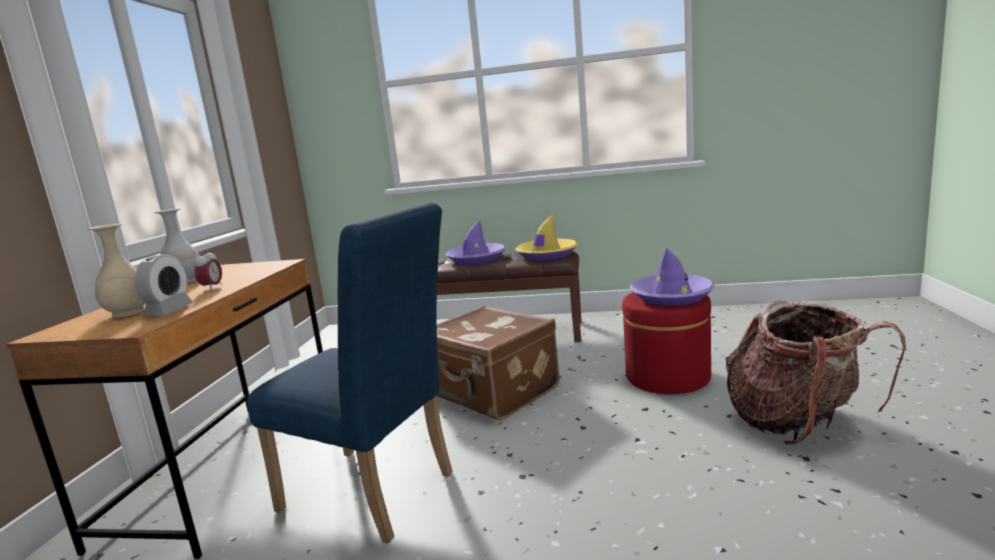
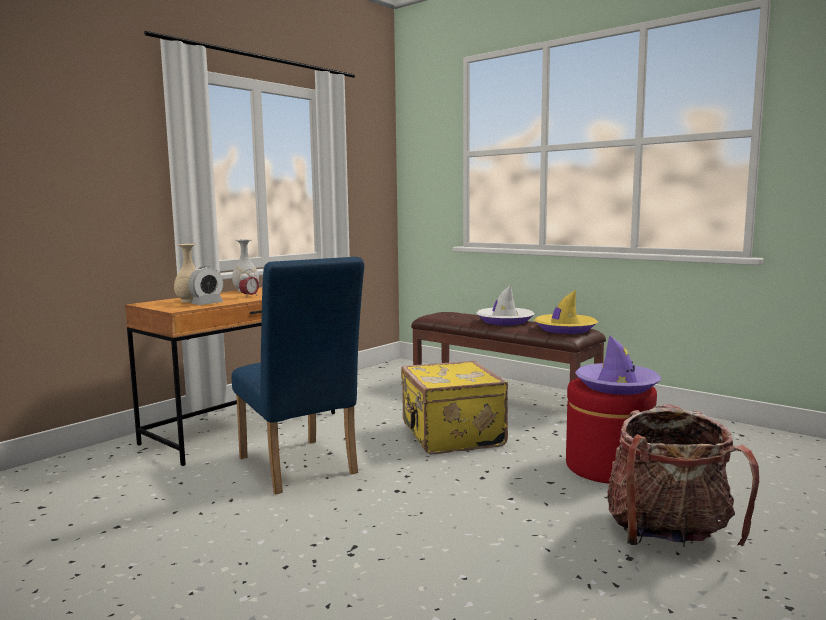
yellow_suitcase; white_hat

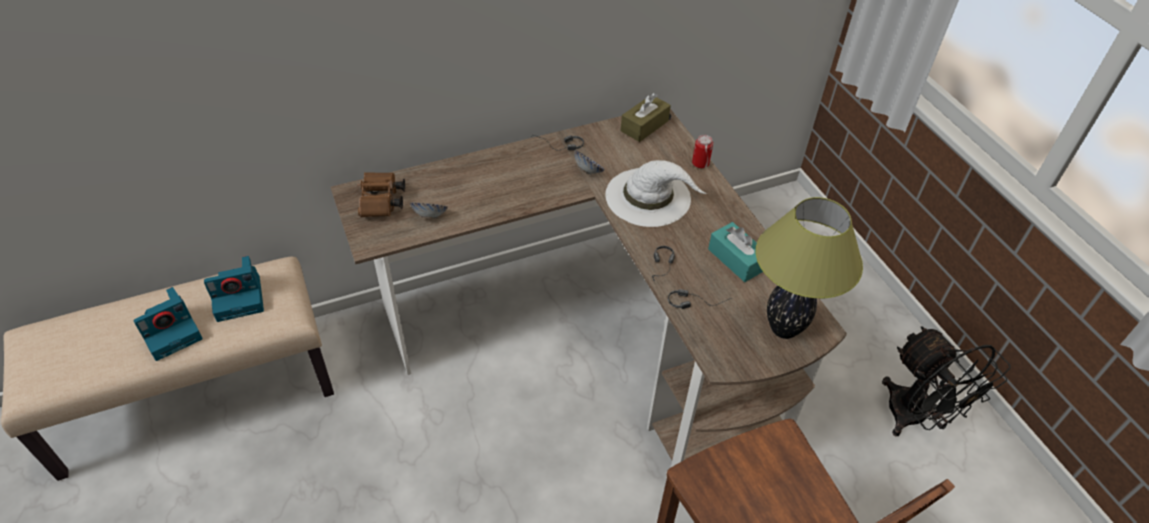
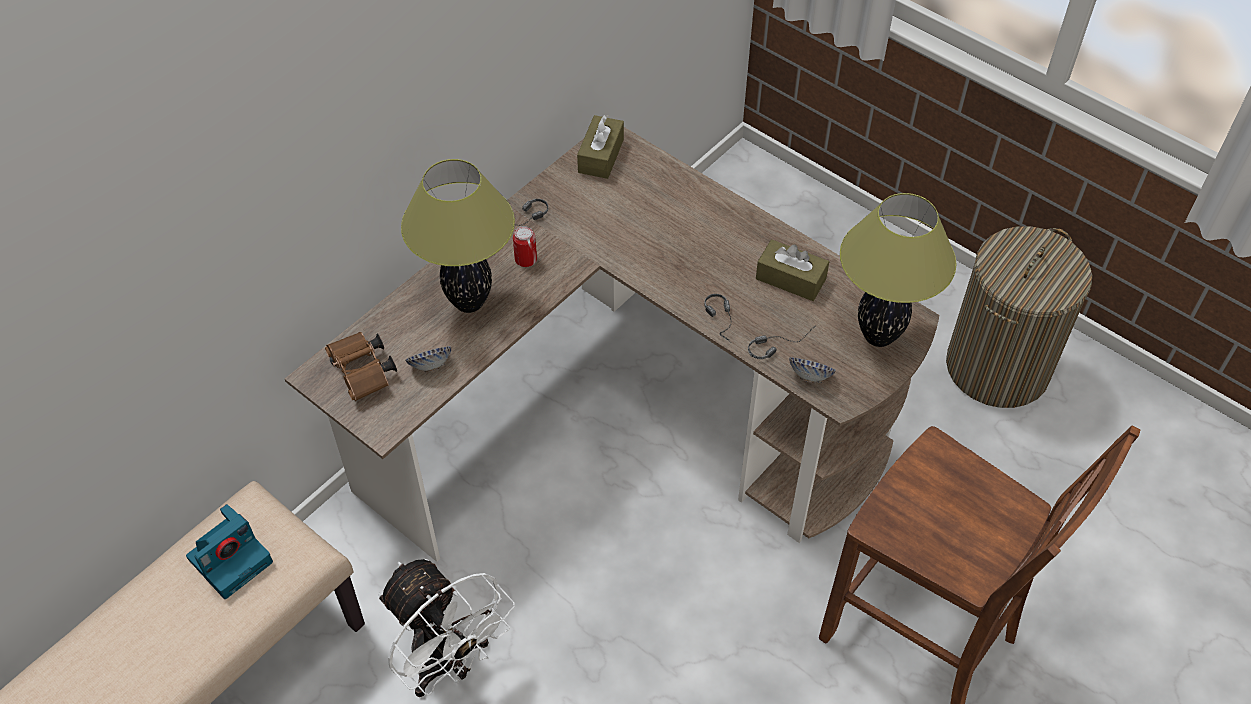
photo_camera (1st from left in the first image); bowl (2nd from left); white_hat; can; brown_tissue_box (2nd from left); laundry_basket; white_fan; table_lamp (1st from left)

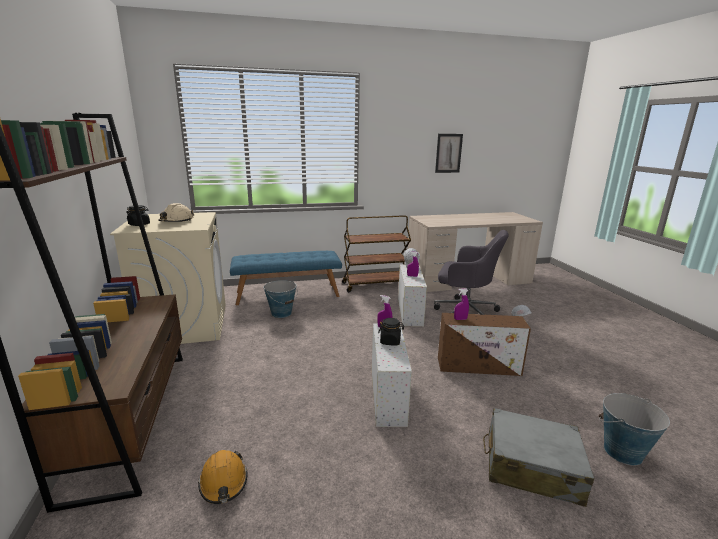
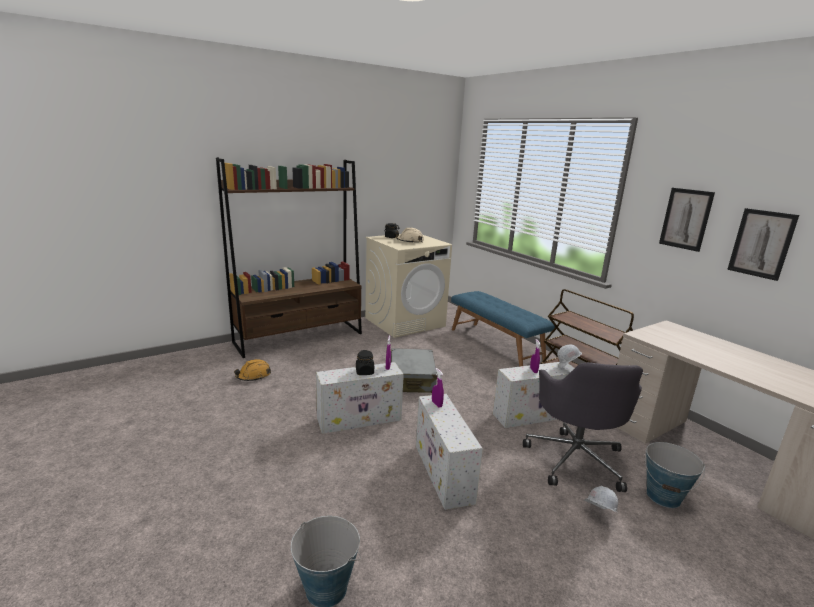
bucket (2nd from left); white_storage_box (2nd from left); grey_suitcase; picture (1st from left)

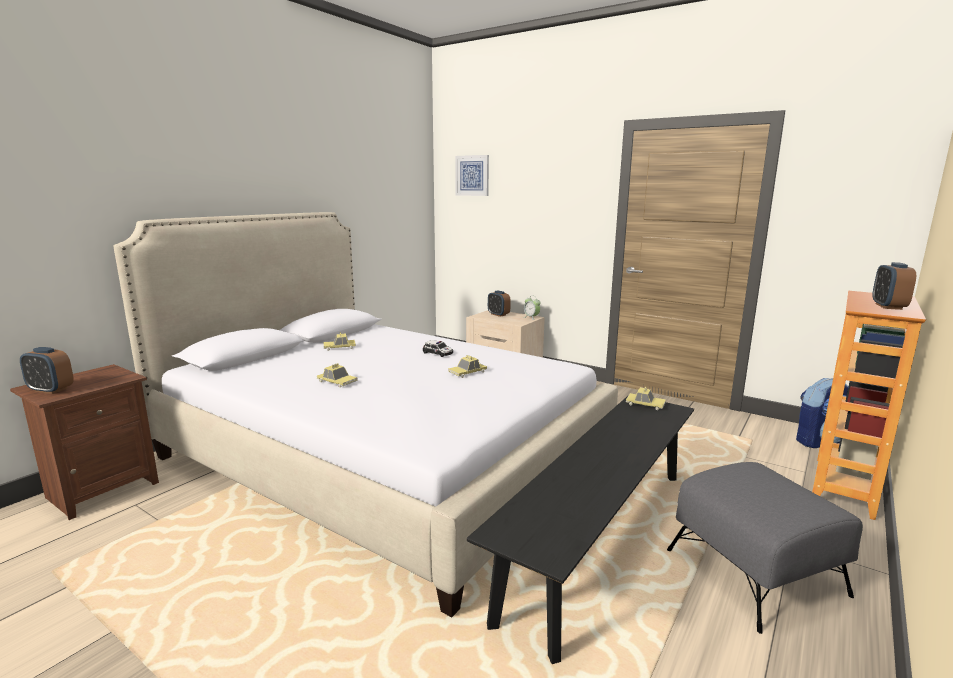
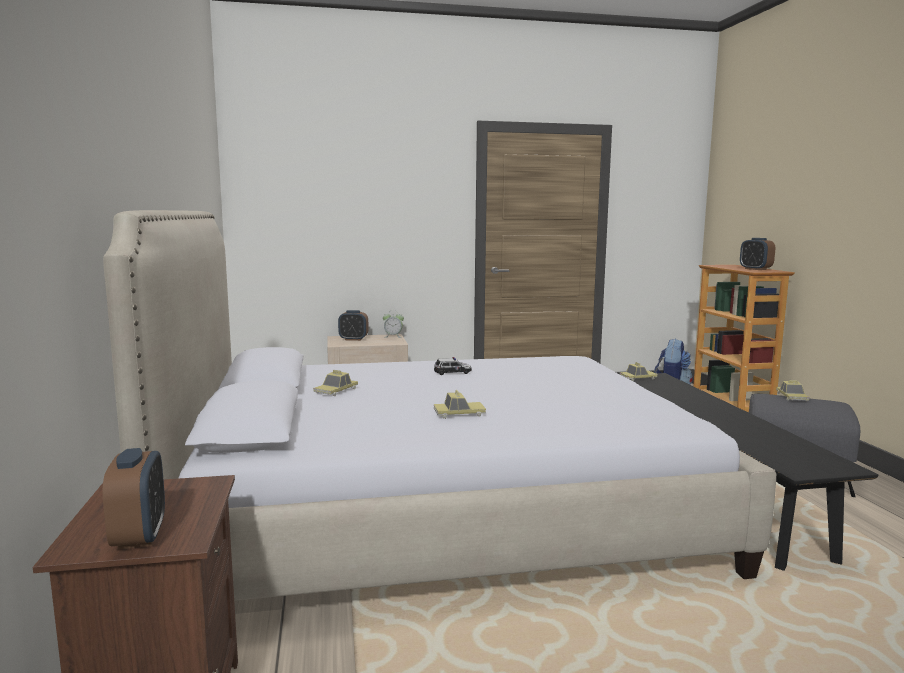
alarm_clock (1st from left); toy_car (5th from left); picture

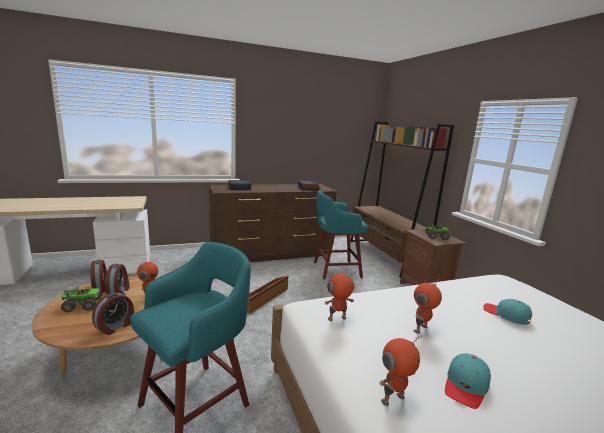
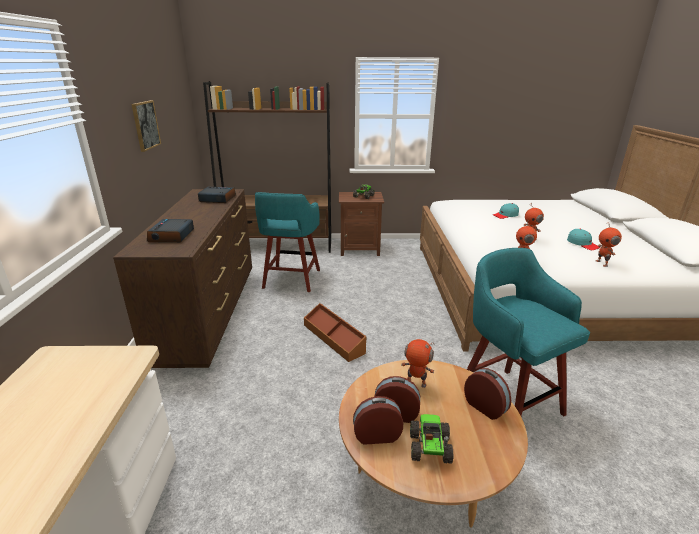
picture

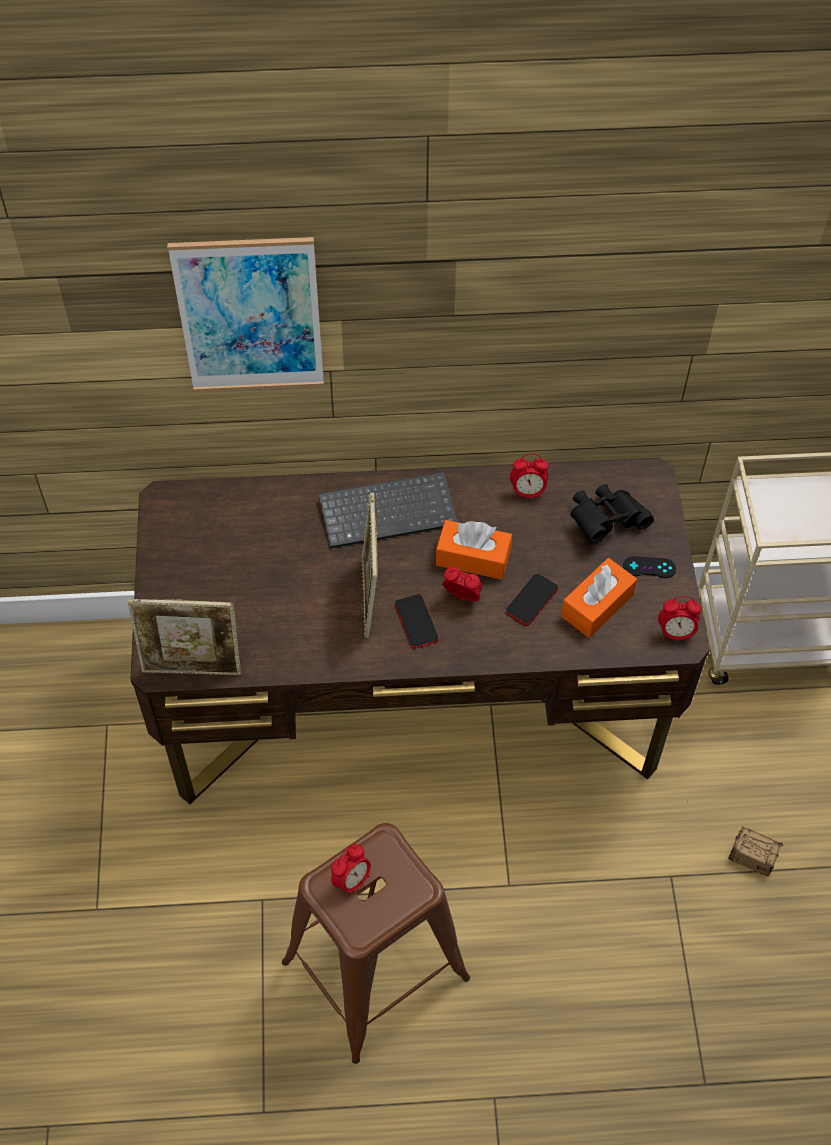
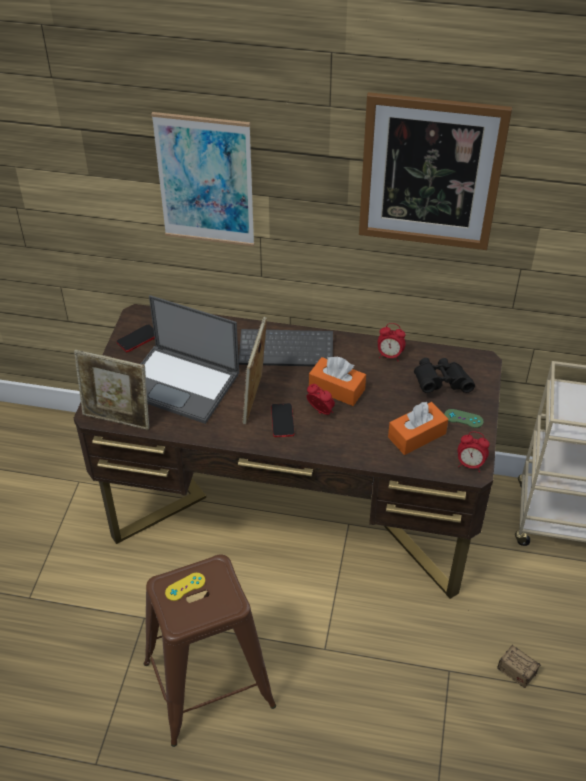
yellow_game_controller; phone (1st from left); green_game_controller; laptop; picture (2nd from left)

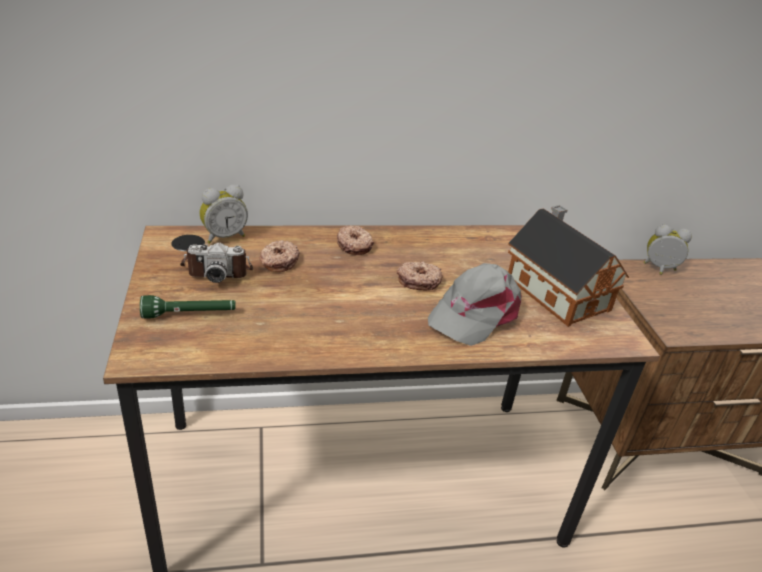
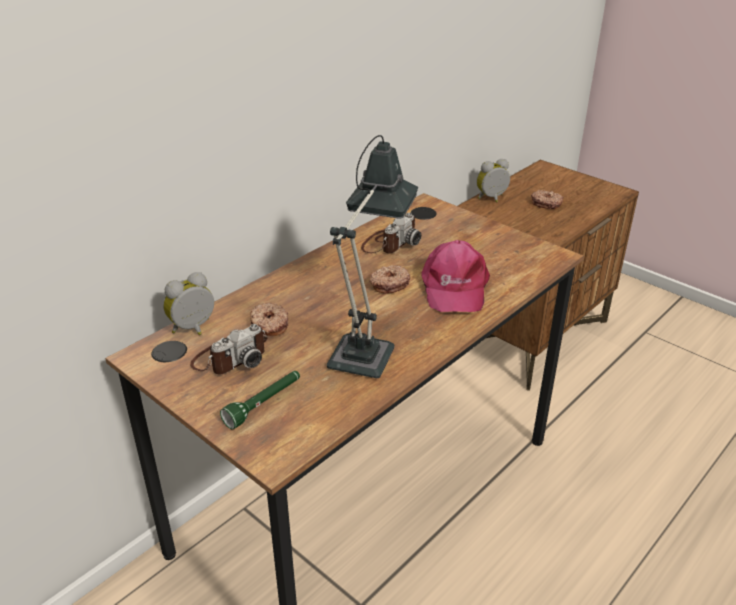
alarm_clock (1st from left); donut (3rd from left); pink_cap; toy_house; table_lamp; photo_camera (2nd from left)

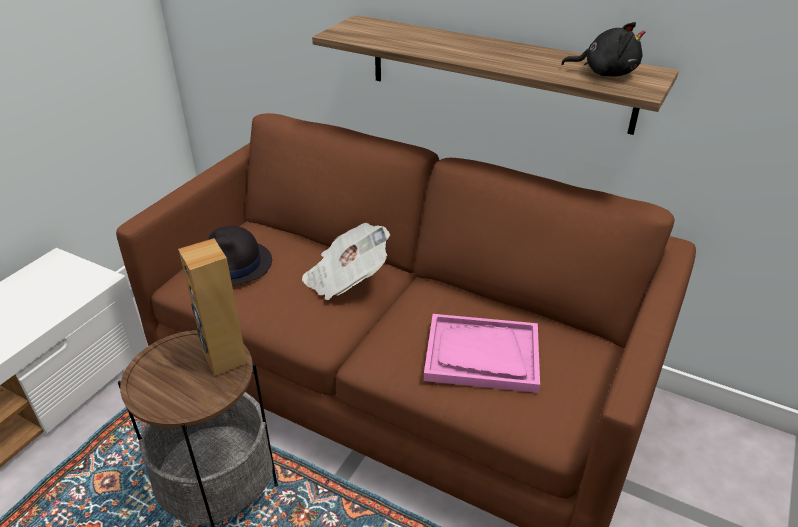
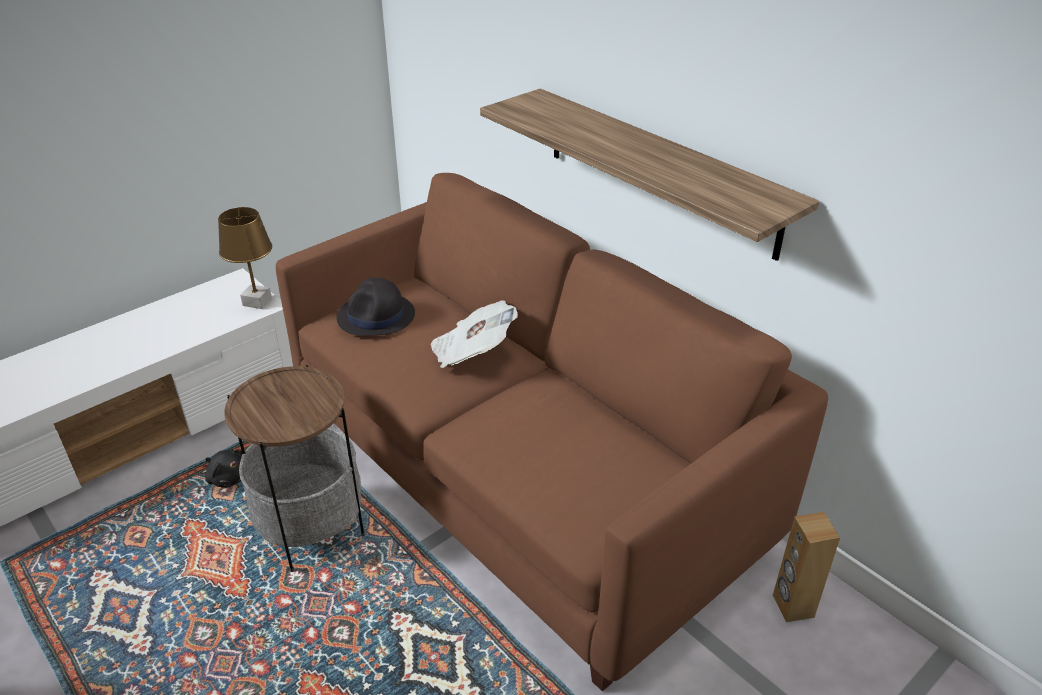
brown_speaker; pink_tray; black_plush_toy; brown_table_lamp

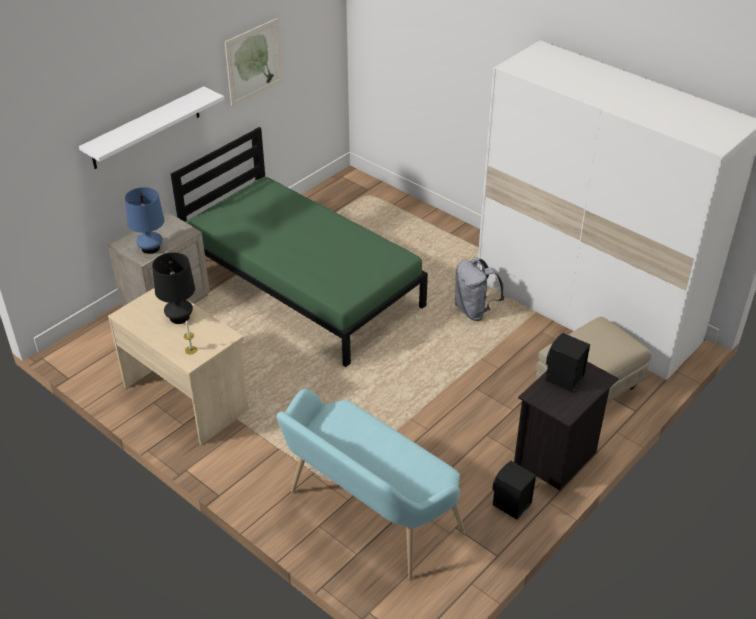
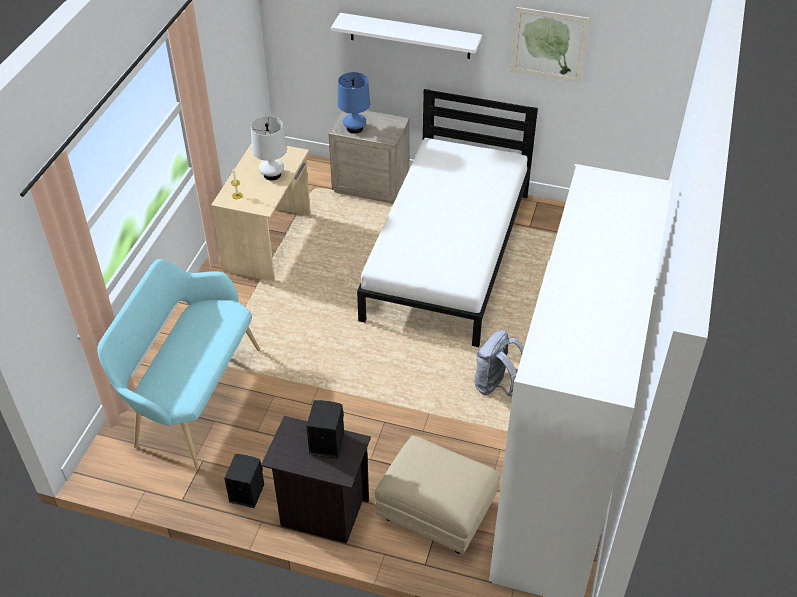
white_table_lamp; white_bed

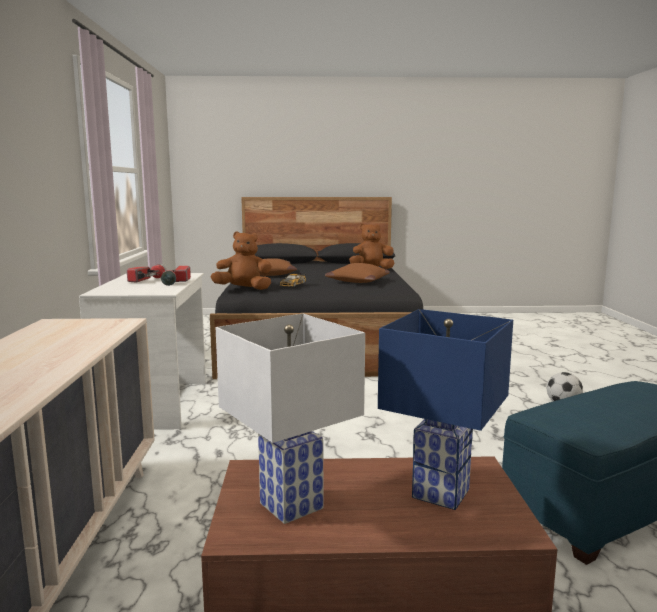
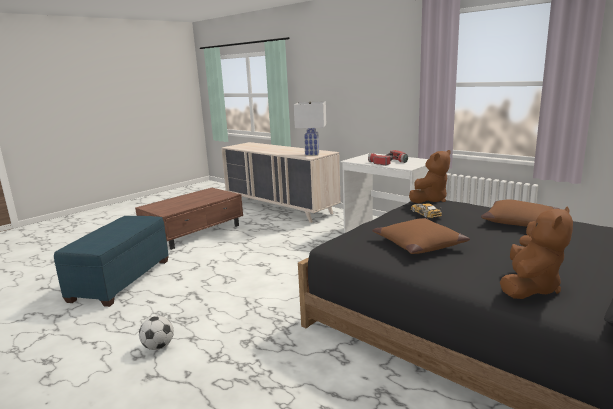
white_table_lamp; blue_table_lamp

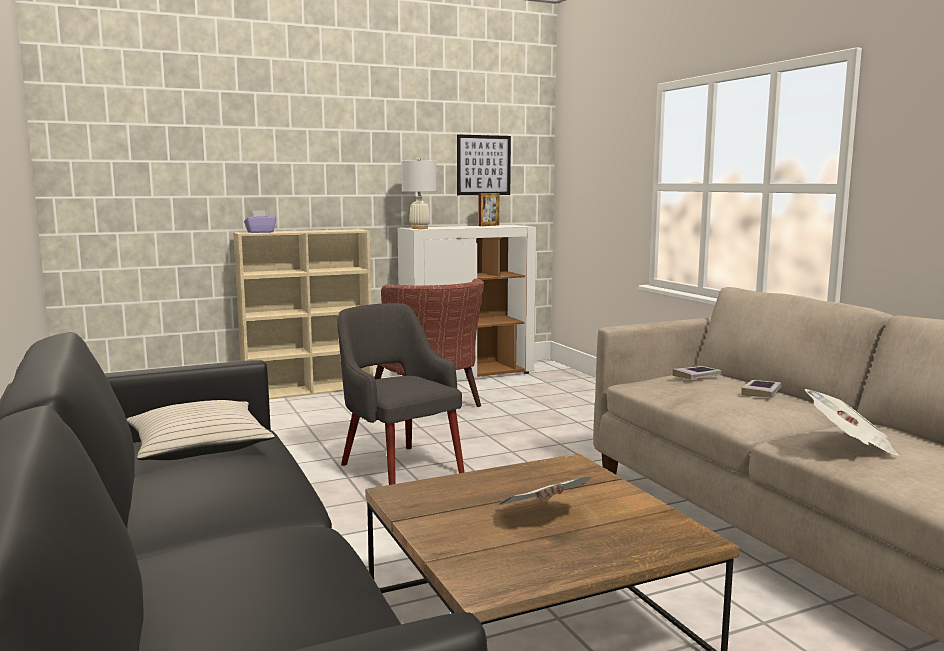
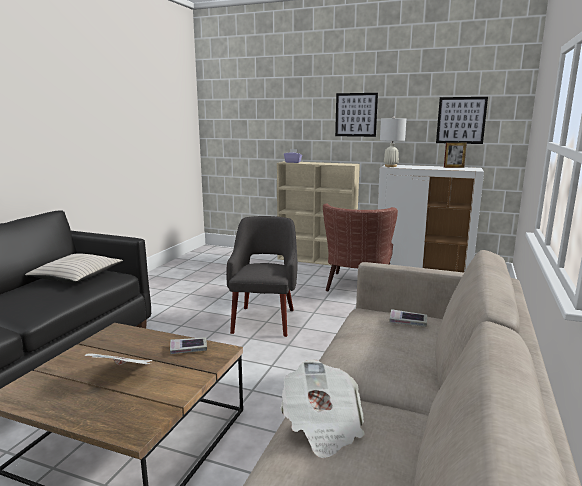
book (1st from left); picture (1st from left)

